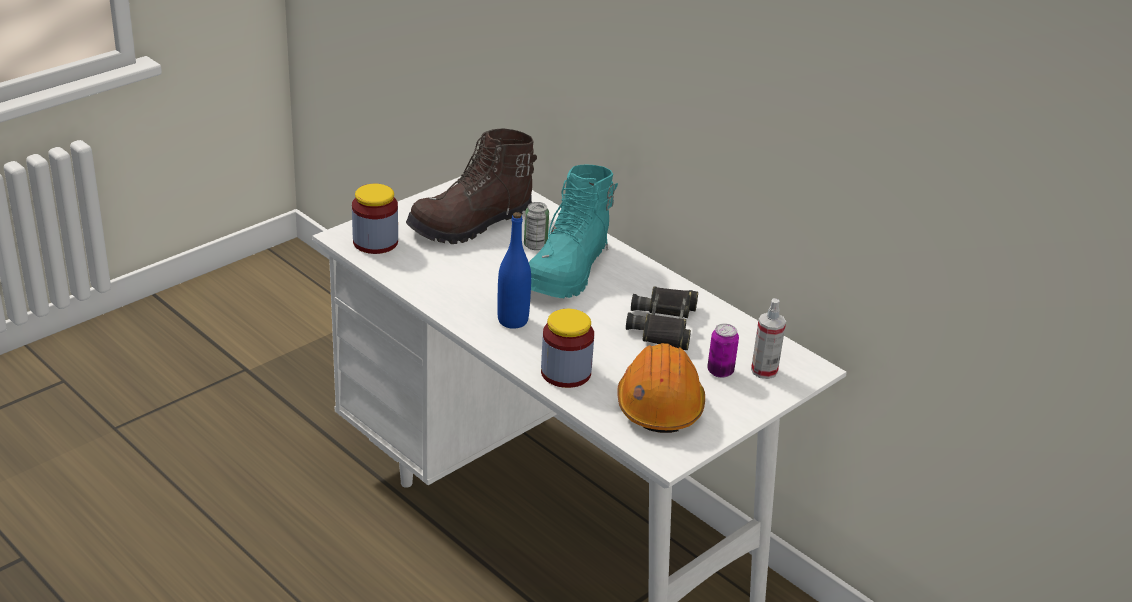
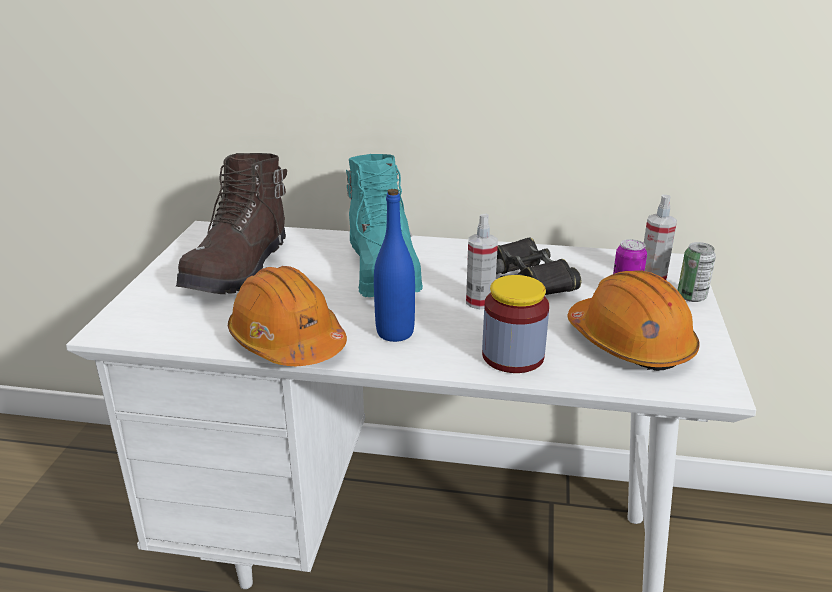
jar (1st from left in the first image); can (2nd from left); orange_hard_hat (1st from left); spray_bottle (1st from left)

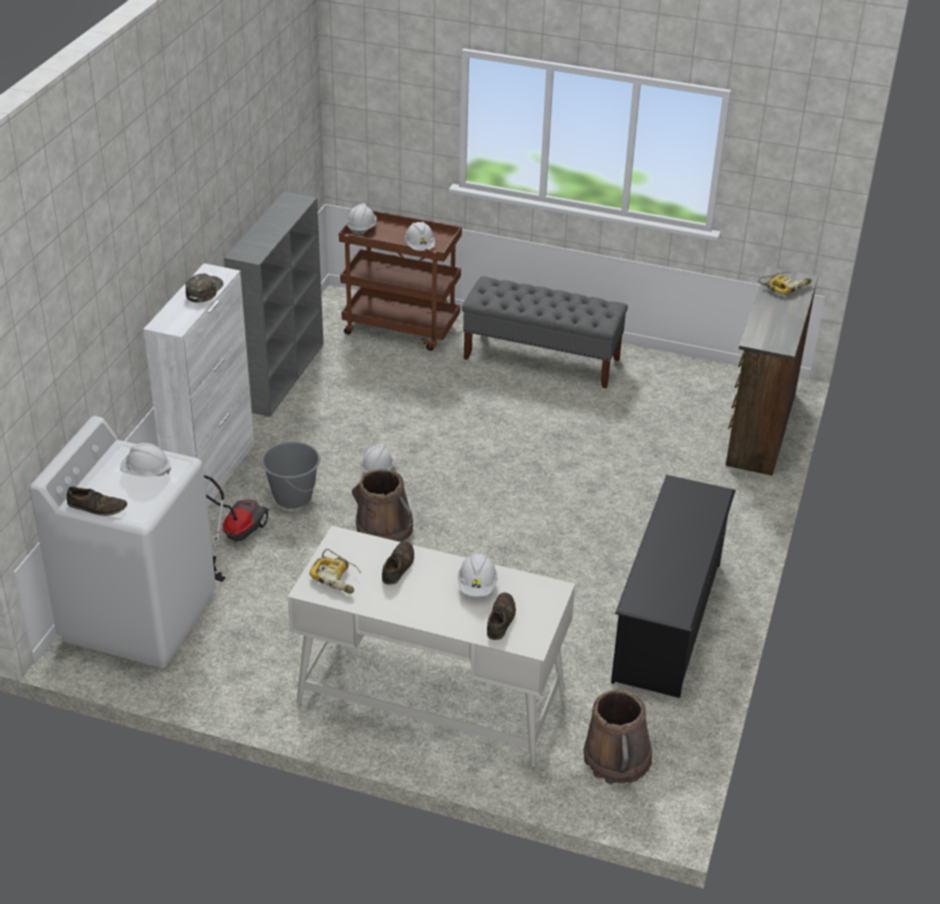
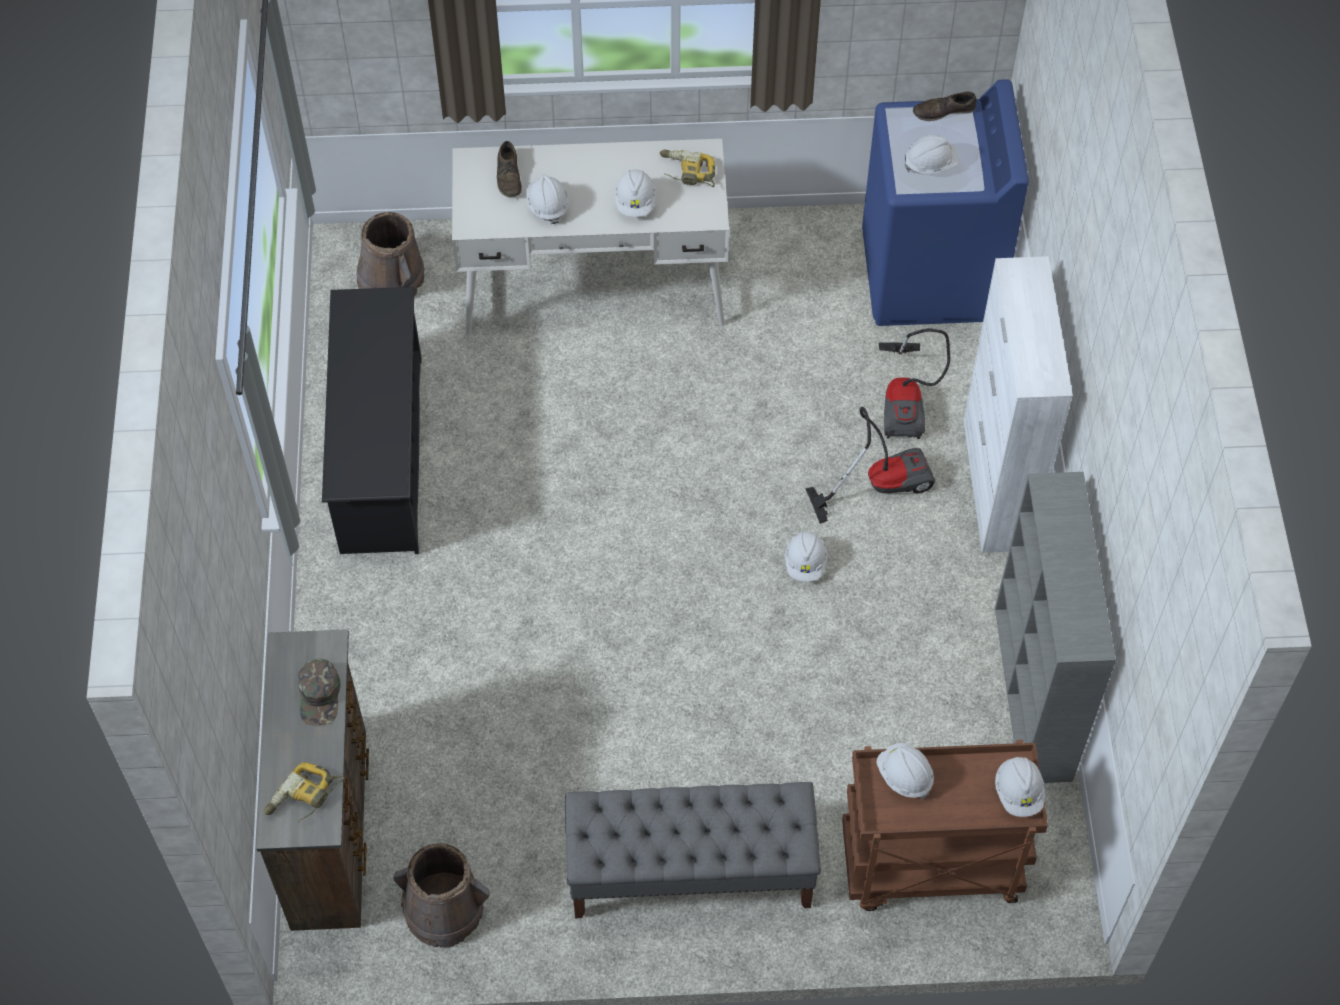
blue_washing_machine; green_cap; vacuum_cleaner (1st from left); brown_bucket (2nd from left); white_hard_hat (2nd from left)

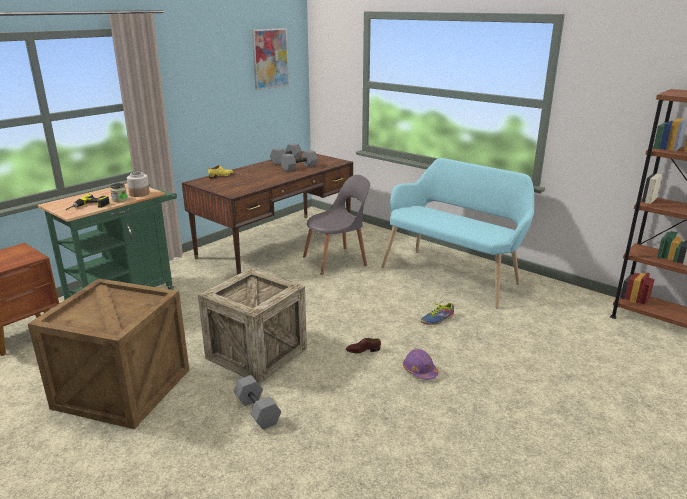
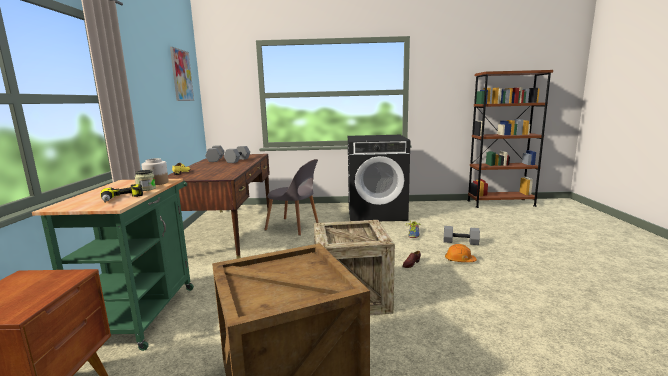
grey_dumbbell (3rd from left); grey_chair; black_washing_machine; orange_hard_hat

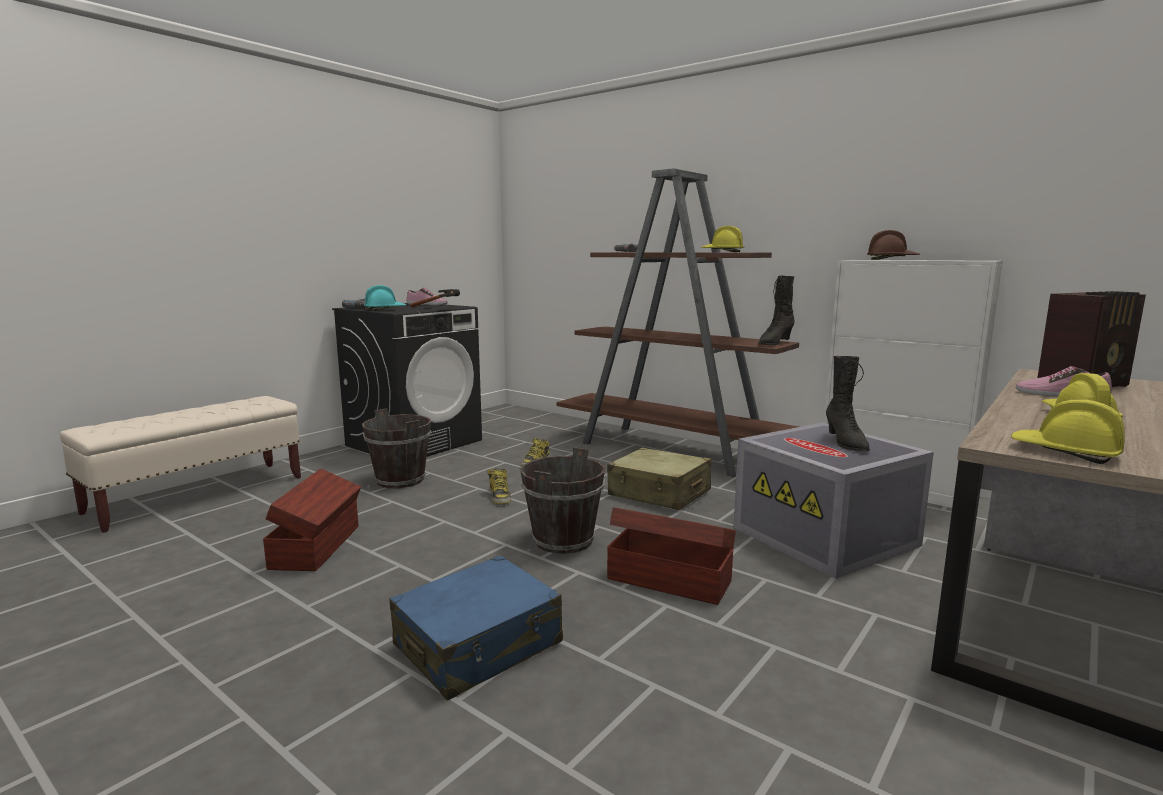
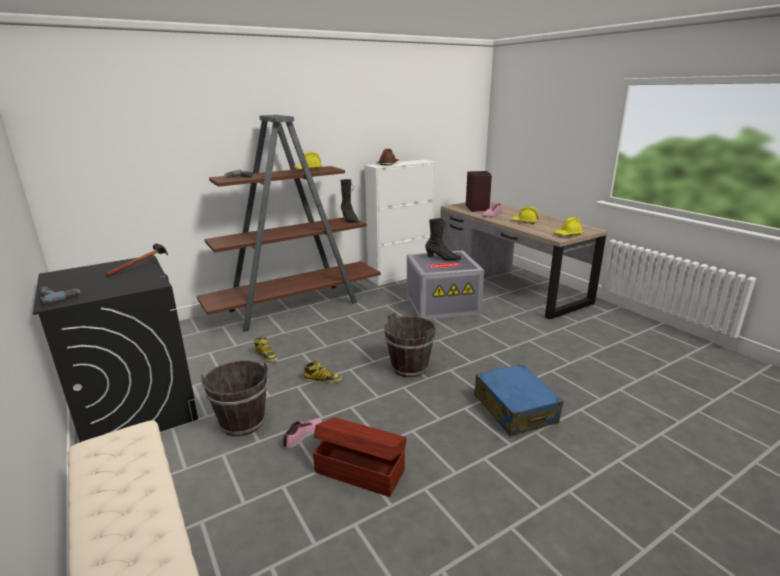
turquoise_hard_hat; shoe (1st from left); beige_suitcase; brown_storage_box (2nd from left in the first image)

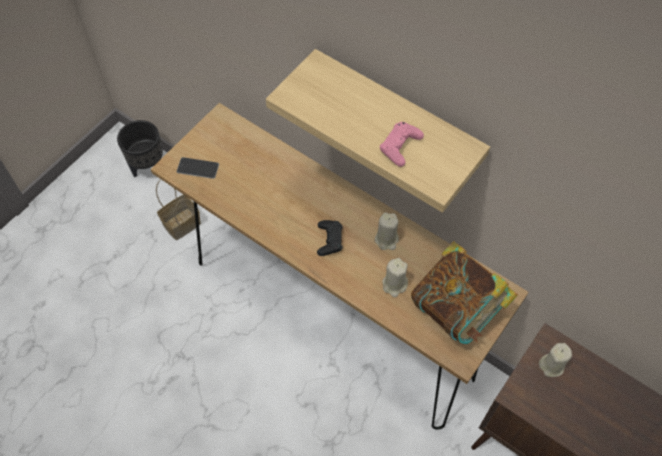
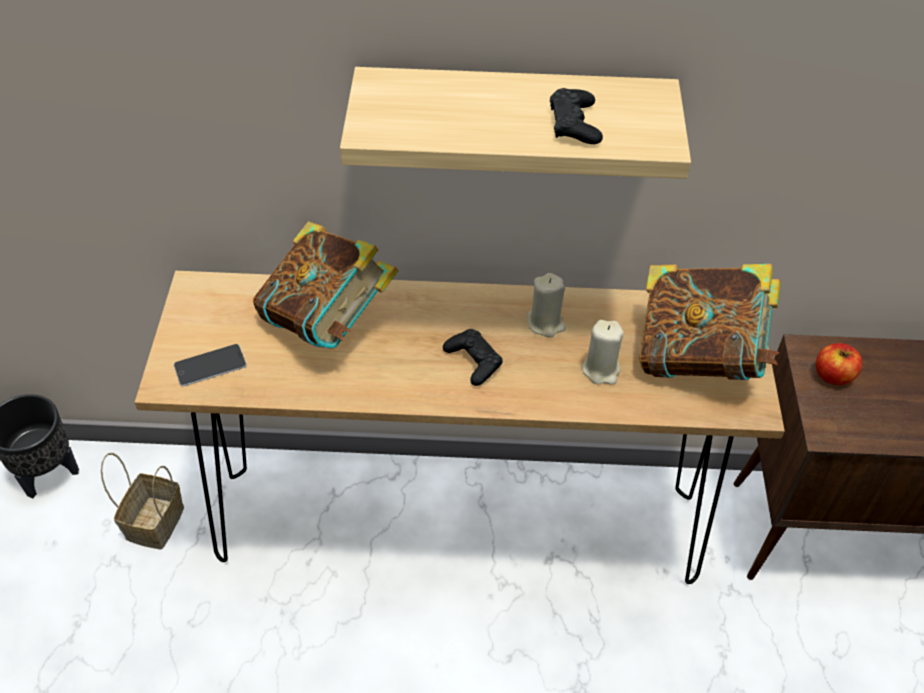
black_game_controller (2nd from left); apple; book (1st from left)

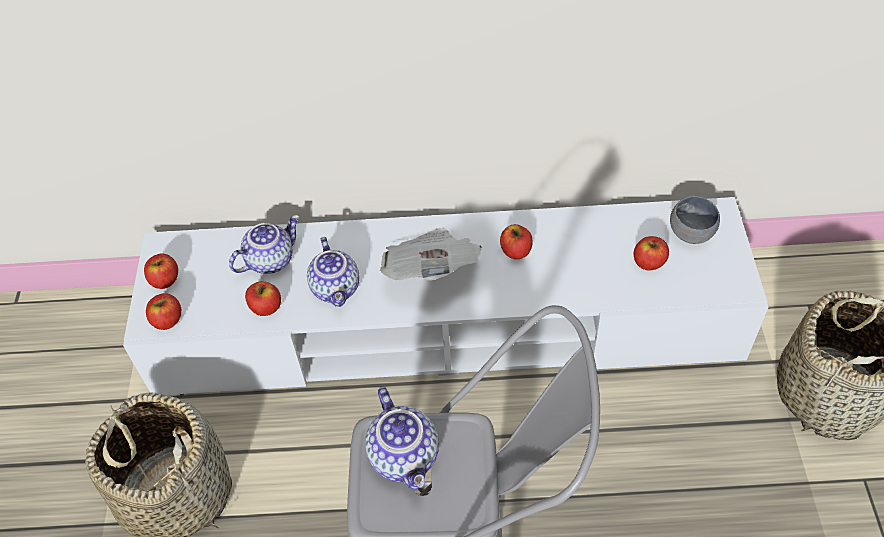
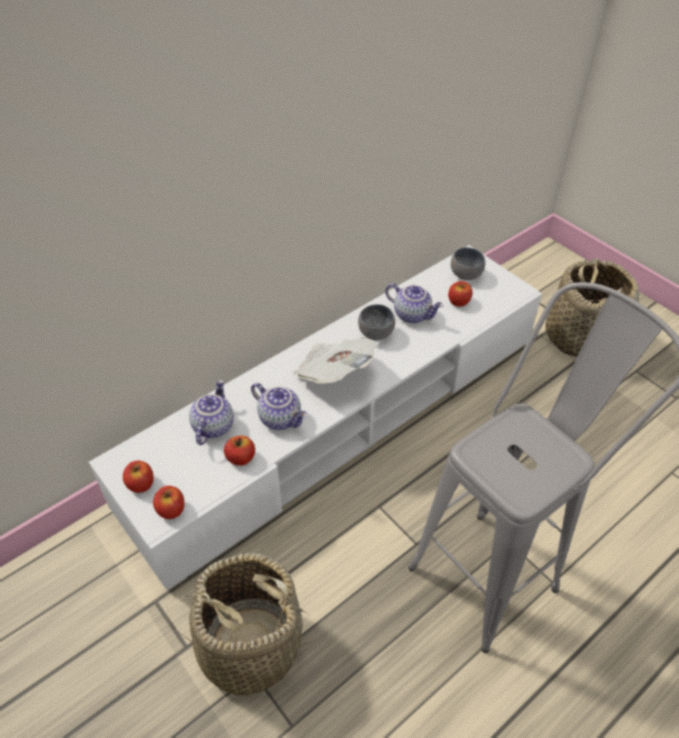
teapot (3rd from left); grey_bowl (1st from left)

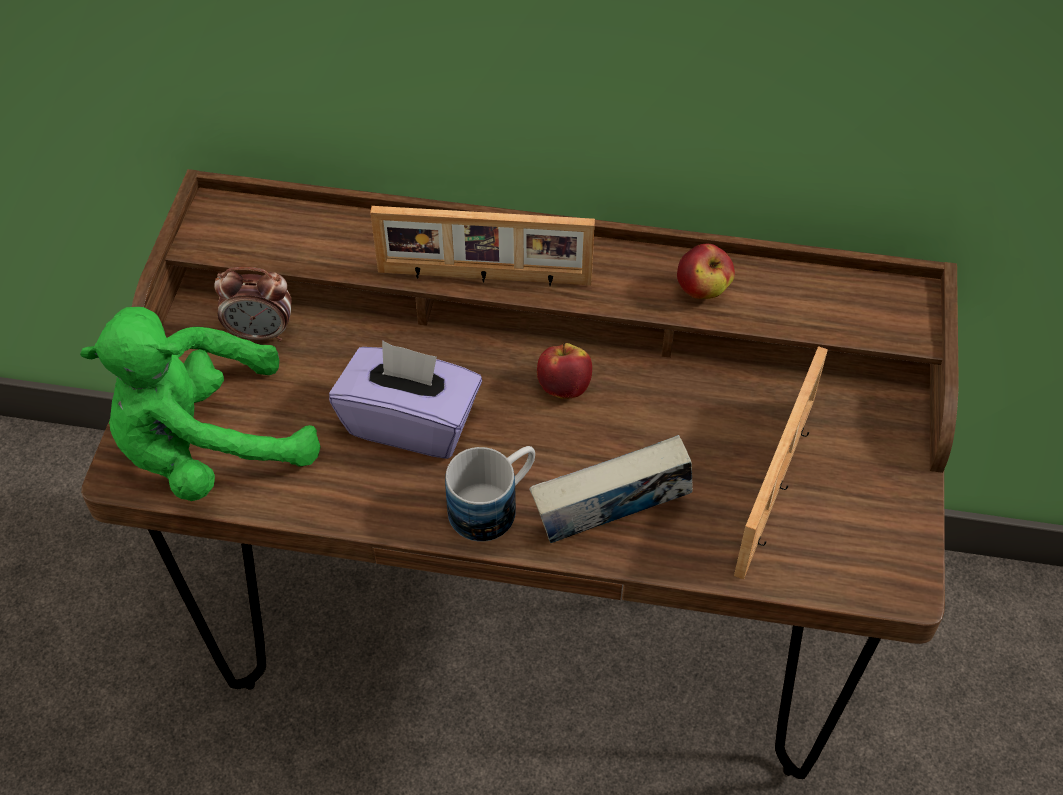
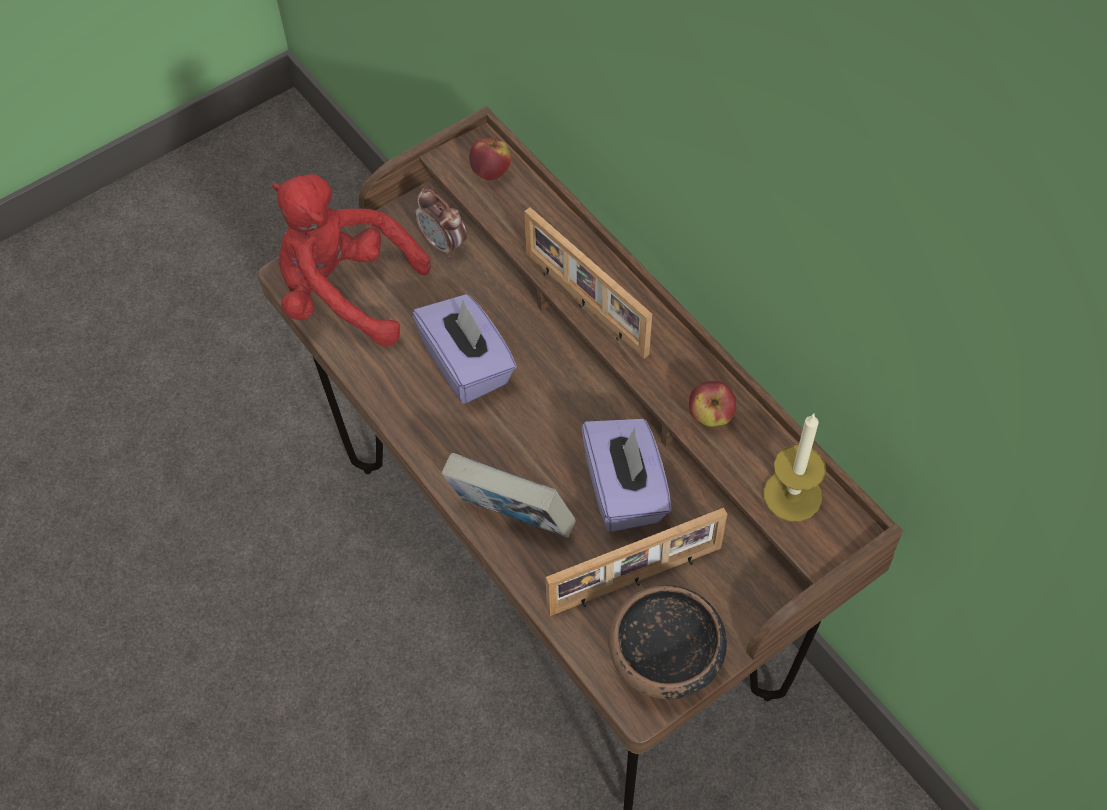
red_plush_toy; mug; apple (1st from left); purple_tissue_box (2nd from left); bowl; candle

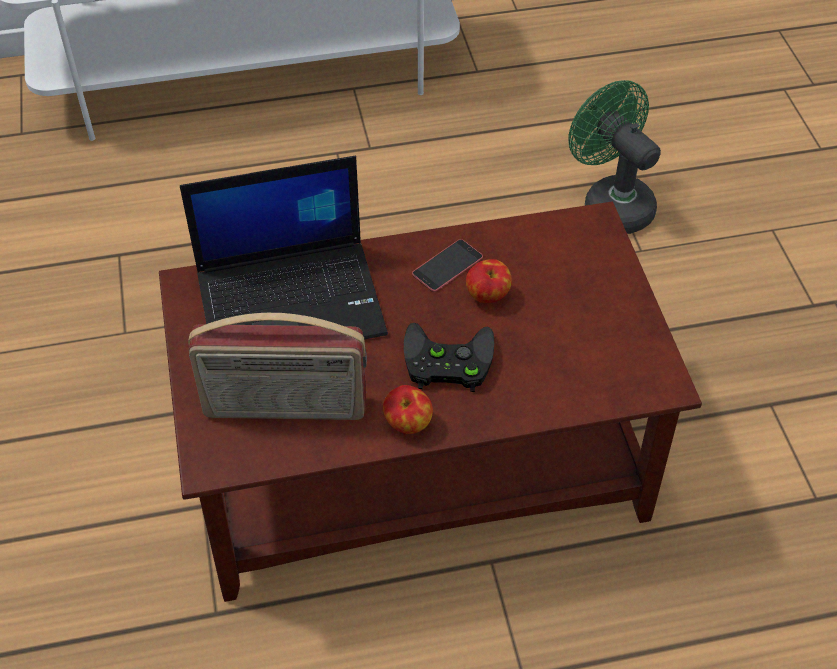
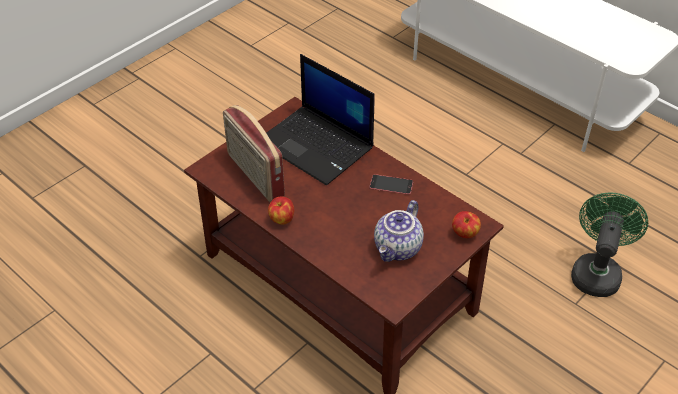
black_game_controller; apple (2nd from left); teapot

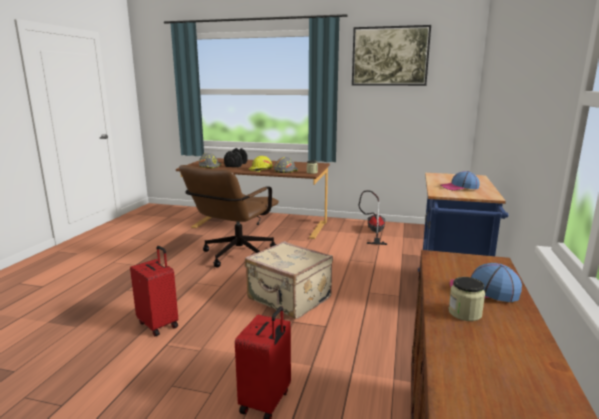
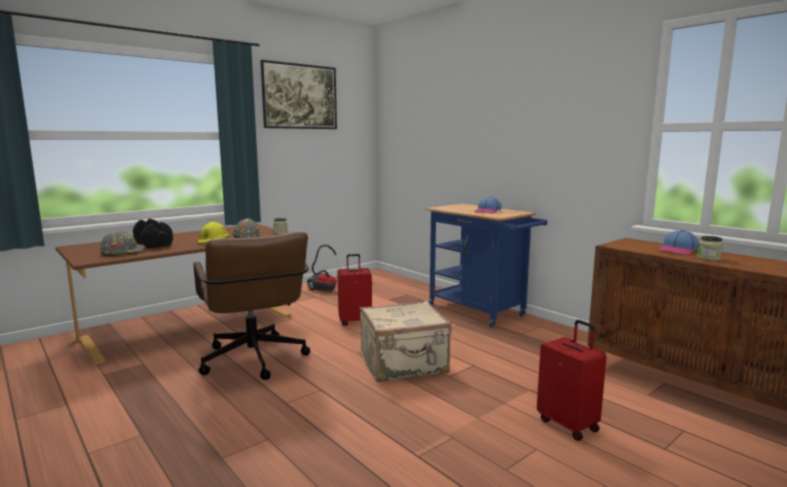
red_suitcase (1st from left)

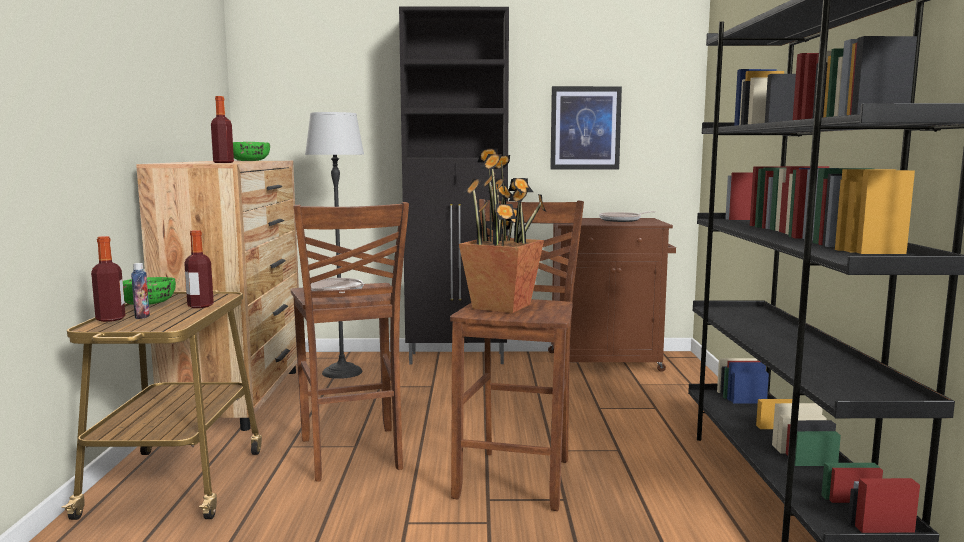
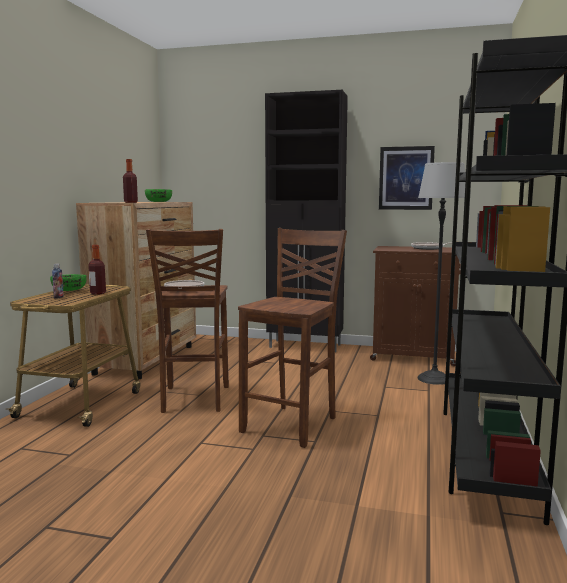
bottle (1st from left in the first image); floor_lamp; potted_plant

